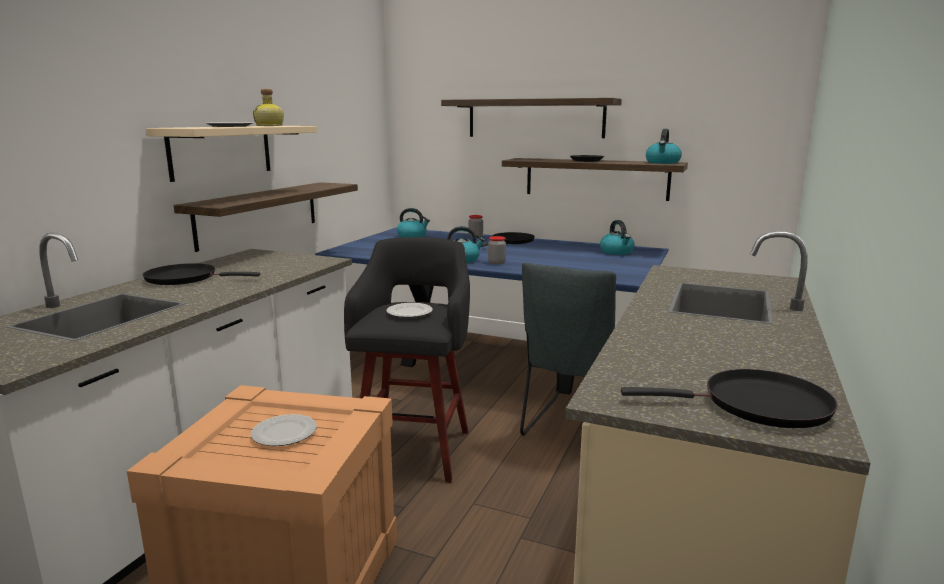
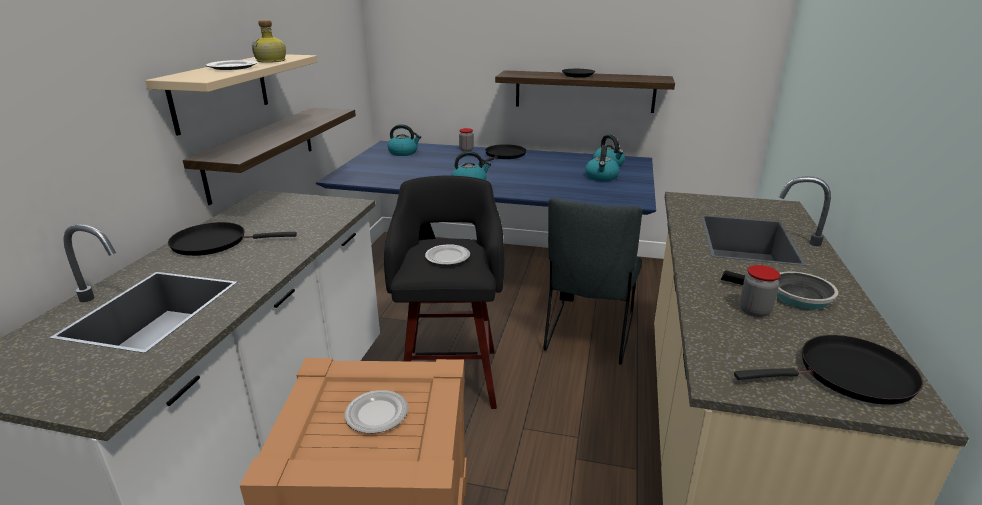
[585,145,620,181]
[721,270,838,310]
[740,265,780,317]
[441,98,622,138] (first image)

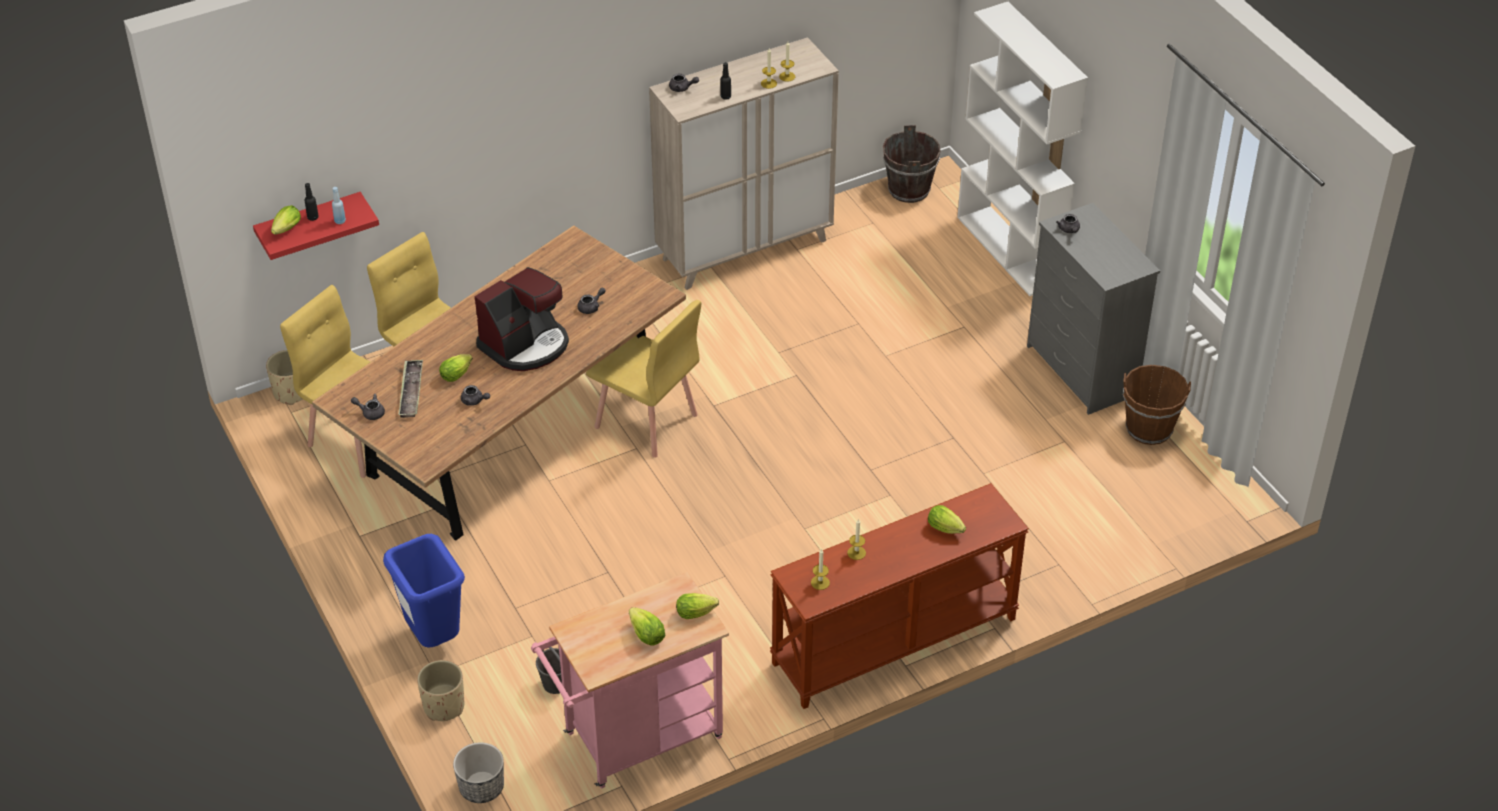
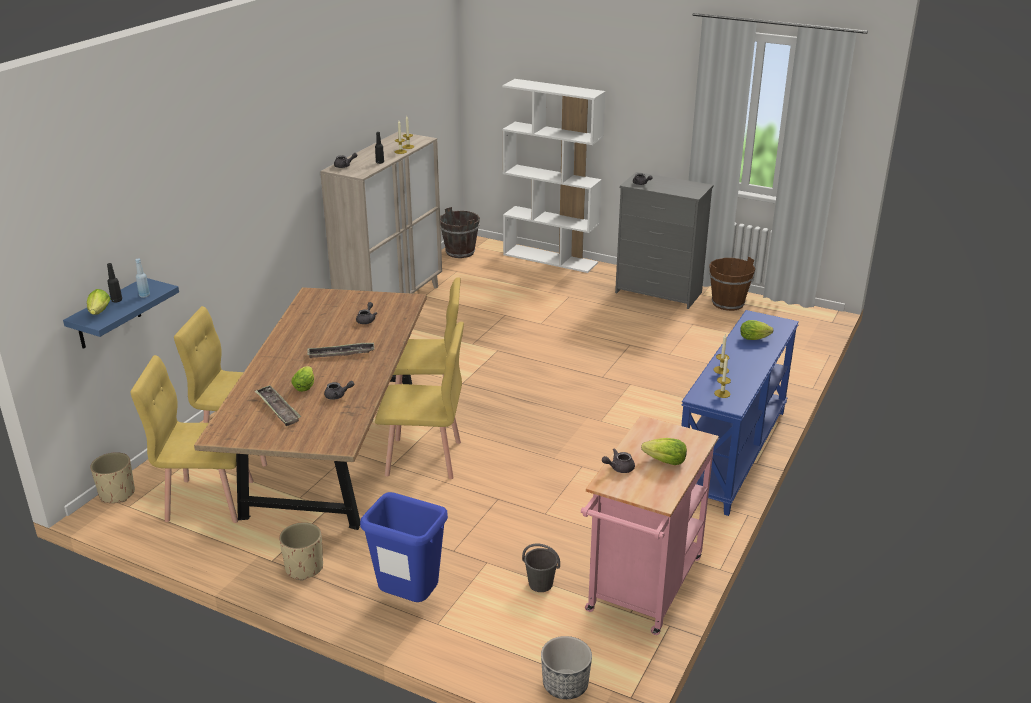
[63,278,179,349]
[279,522,323,581]
[307,342,374,358]
[375,322,464,479]
[602,448,635,473]
[681,310,799,516]
[676,593,719,619] (first image)

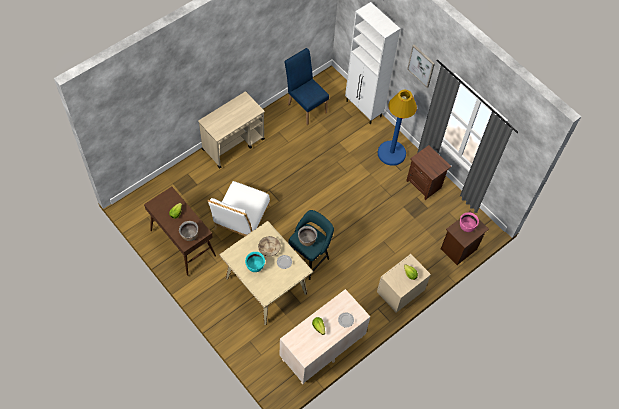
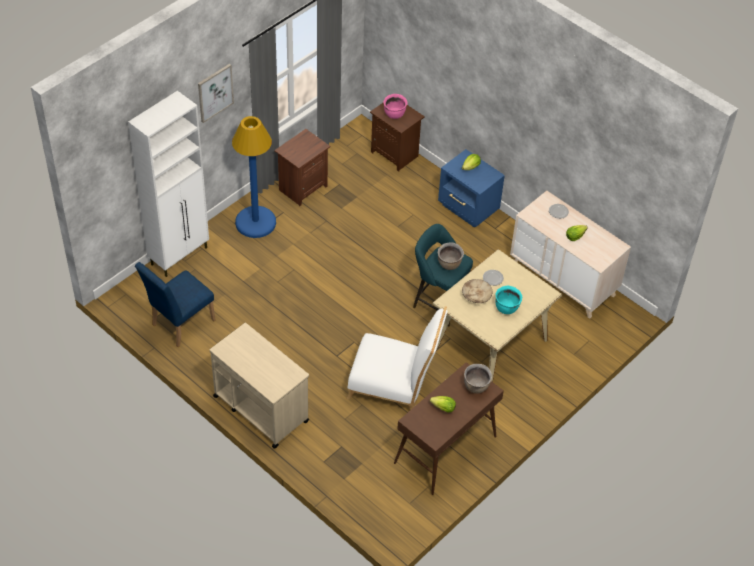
[438,149,505,227]

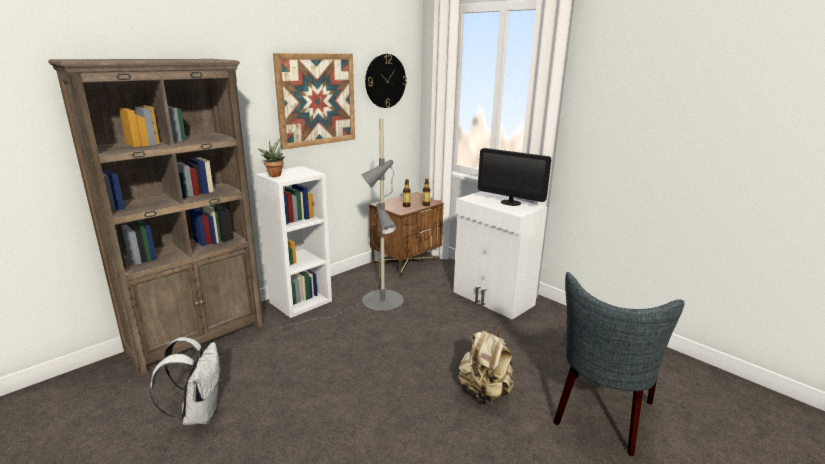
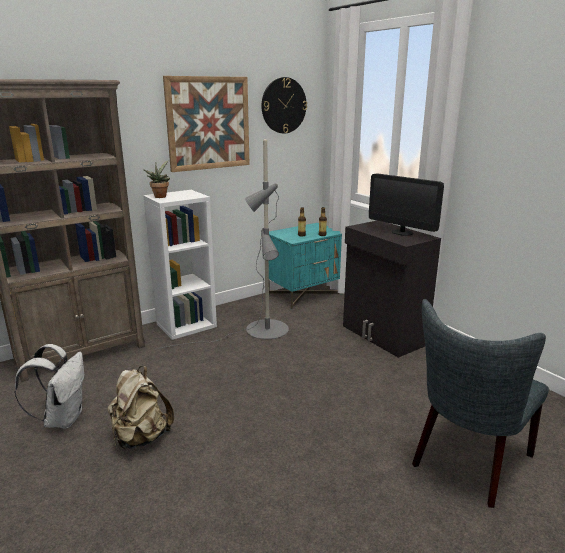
[107,366,174,450]
[269,223,343,309]
[343,221,441,358]

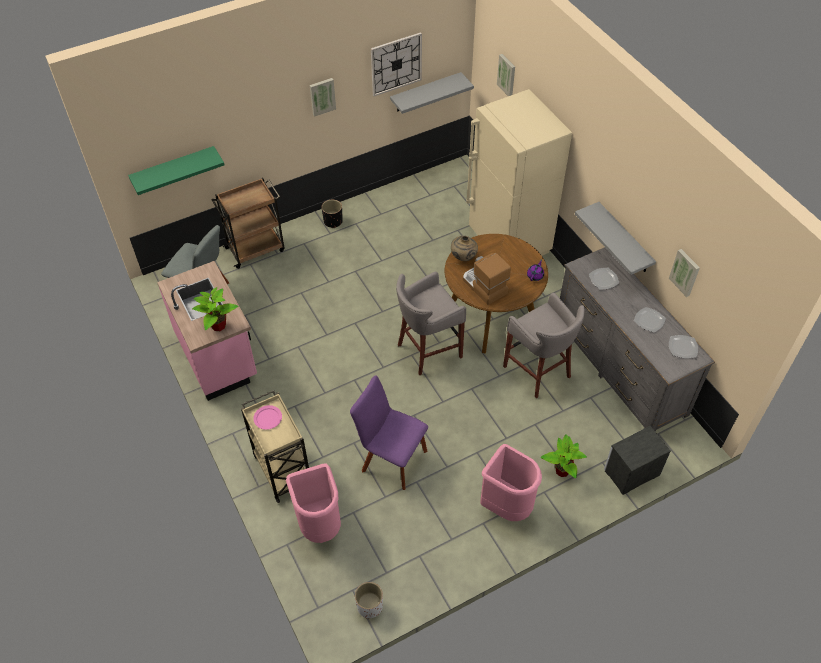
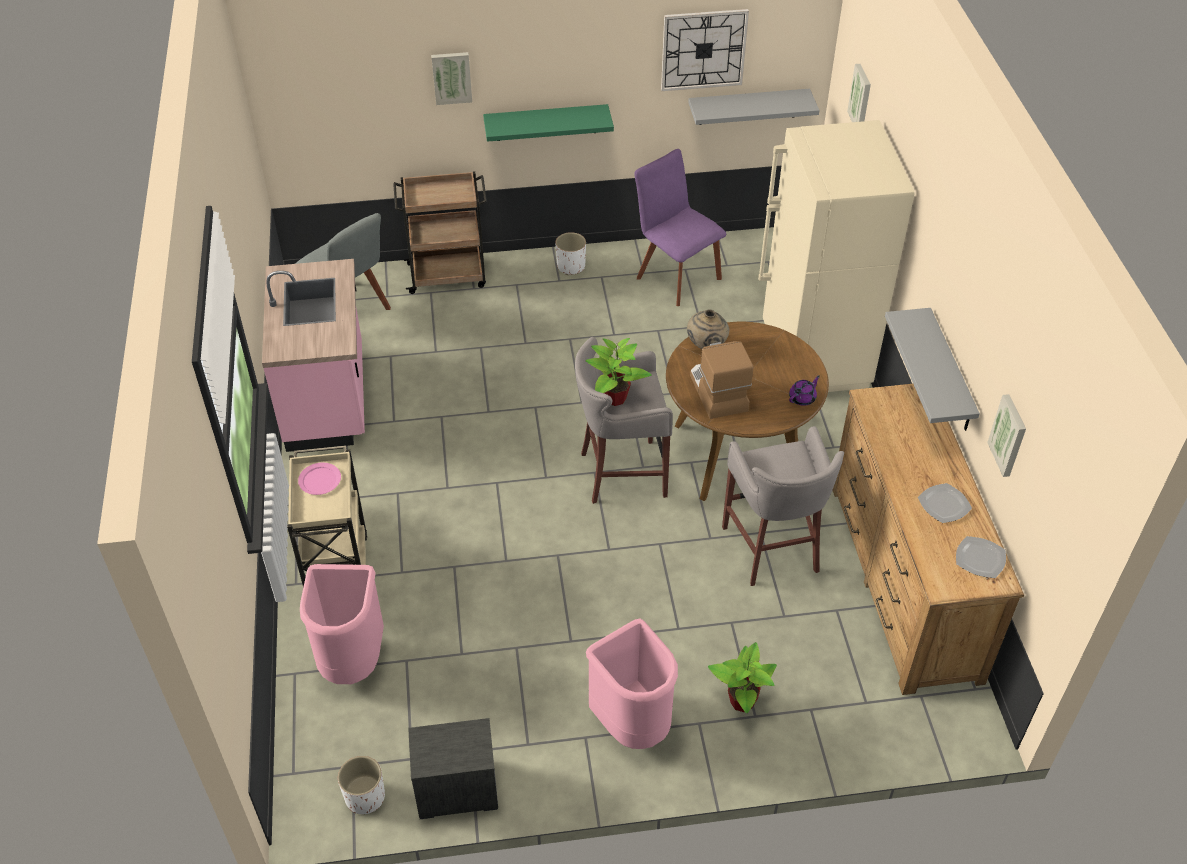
[408,718,498,819]
[431,52,472,105]
[483,104,614,142]
[555,232,586,275]
[585,338,652,406]
[634,149,726,306]
[832,384,1024,695]
[589,268,619,290] (first image)

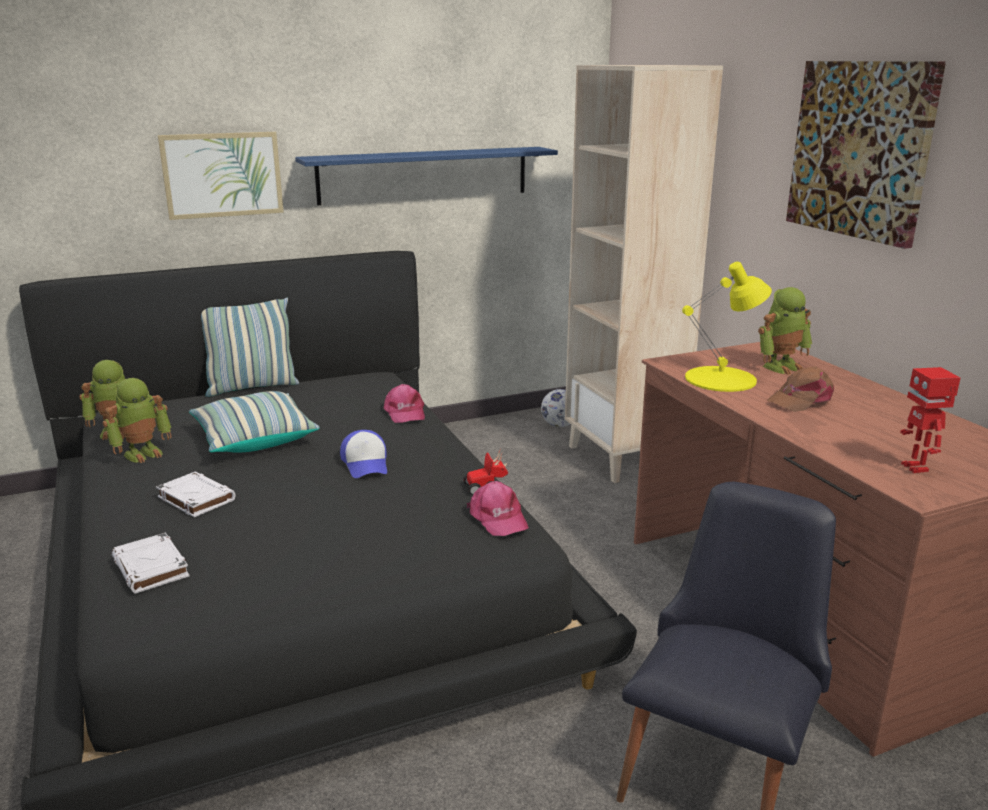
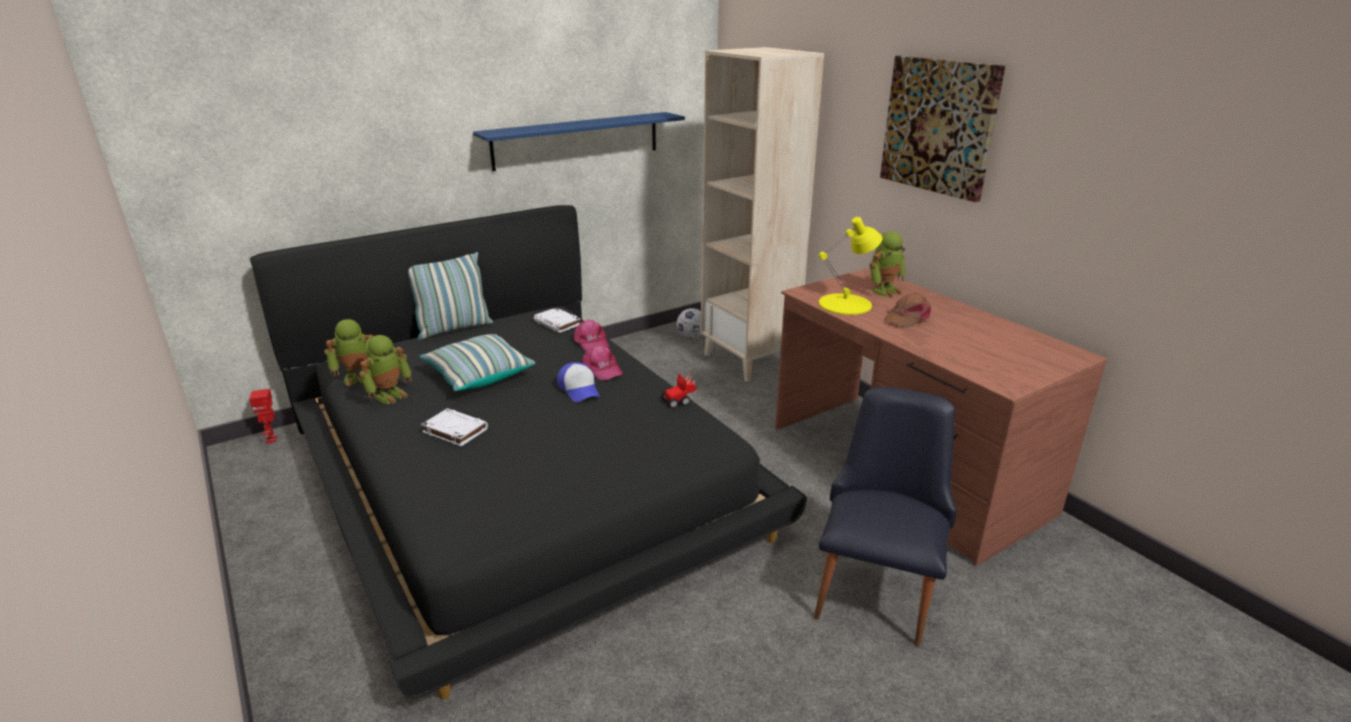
[249,389,277,444]
[533,308,581,333]
[580,345,623,380]
[158,132,284,220] (first image)

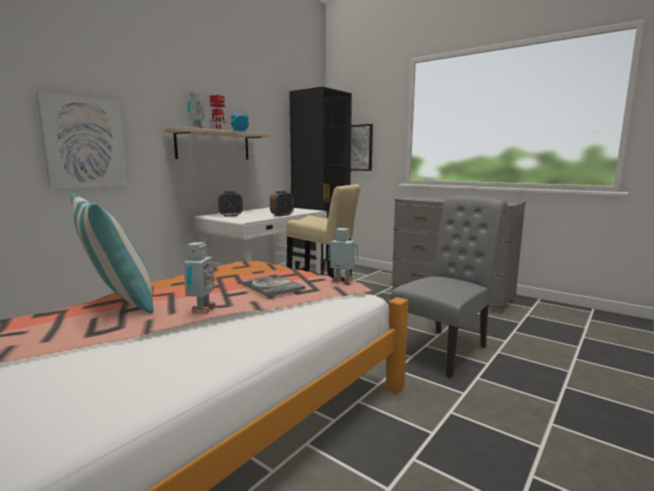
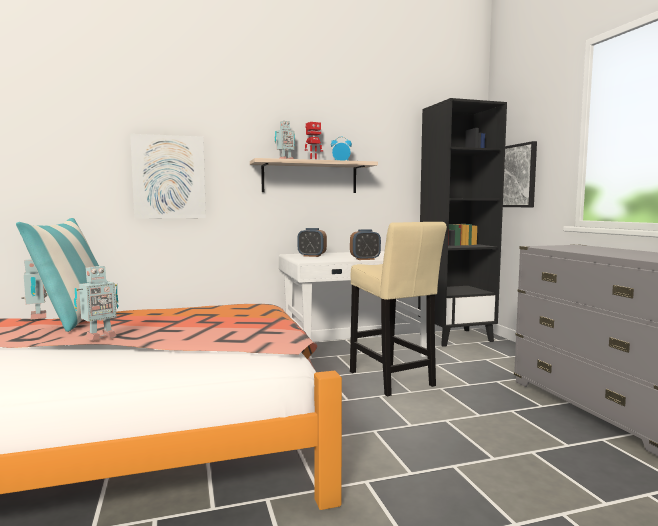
[21,259,47,319]
[241,275,305,297] (first image)
[391,195,508,378] (first image)

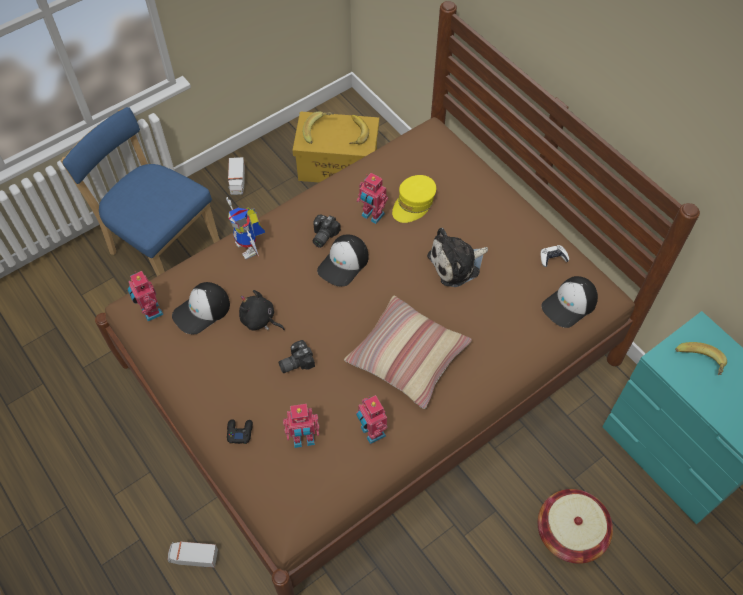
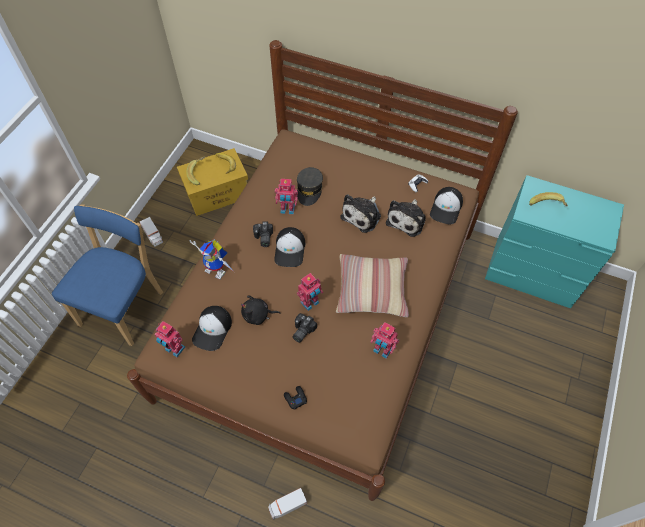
[52,205,163,346]
[297,167,323,206]
[297,273,323,311]
[386,199,426,237]
[538,489,613,564] (first image)

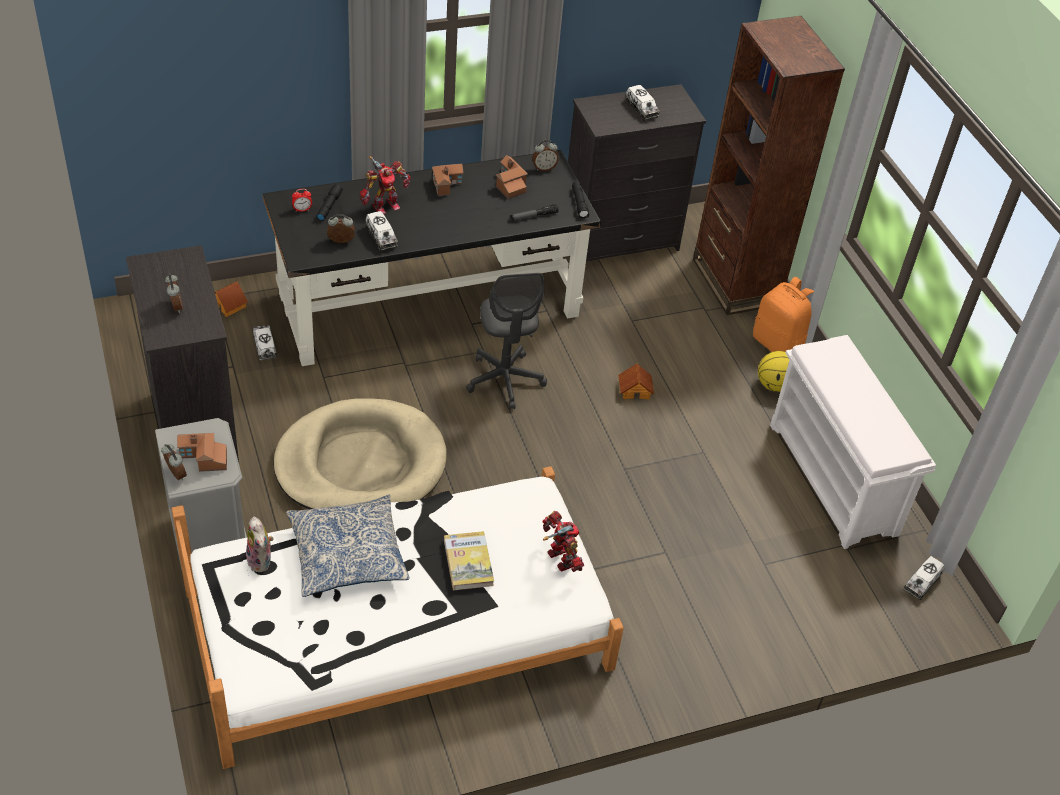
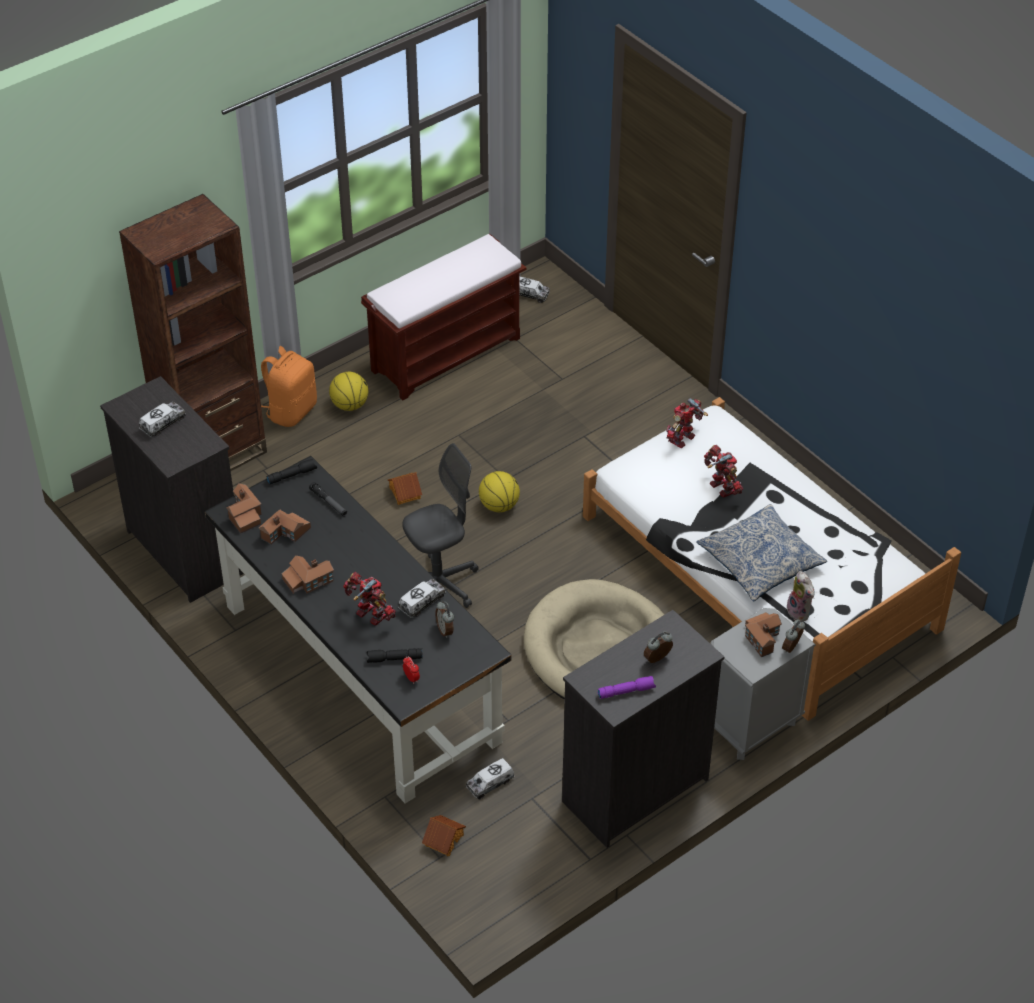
[226,483,262,533]
[361,234,526,400]
[479,471,520,512]
[597,676,656,699]
[704,445,743,497]
[784,571,815,621]

